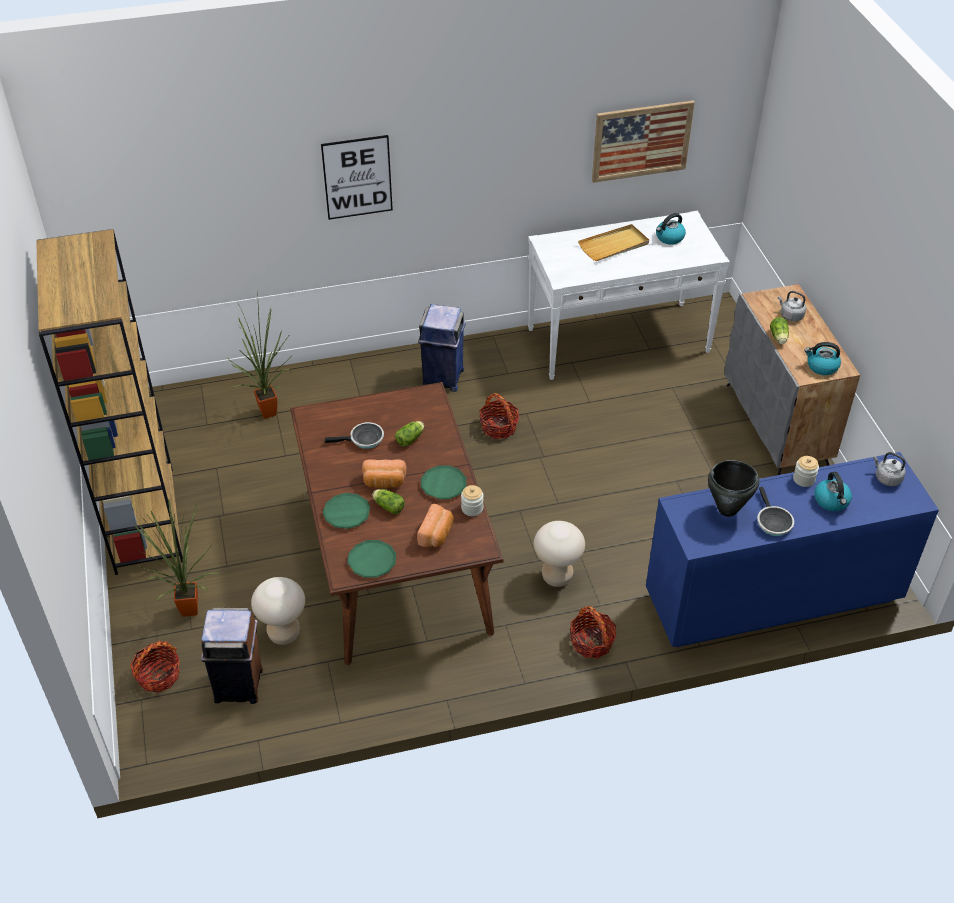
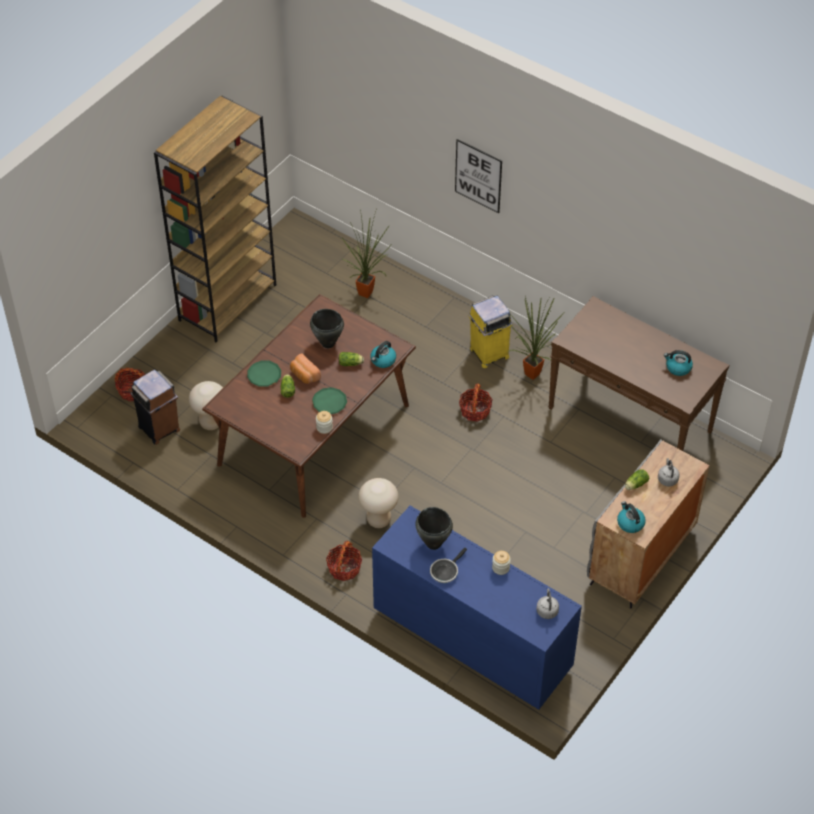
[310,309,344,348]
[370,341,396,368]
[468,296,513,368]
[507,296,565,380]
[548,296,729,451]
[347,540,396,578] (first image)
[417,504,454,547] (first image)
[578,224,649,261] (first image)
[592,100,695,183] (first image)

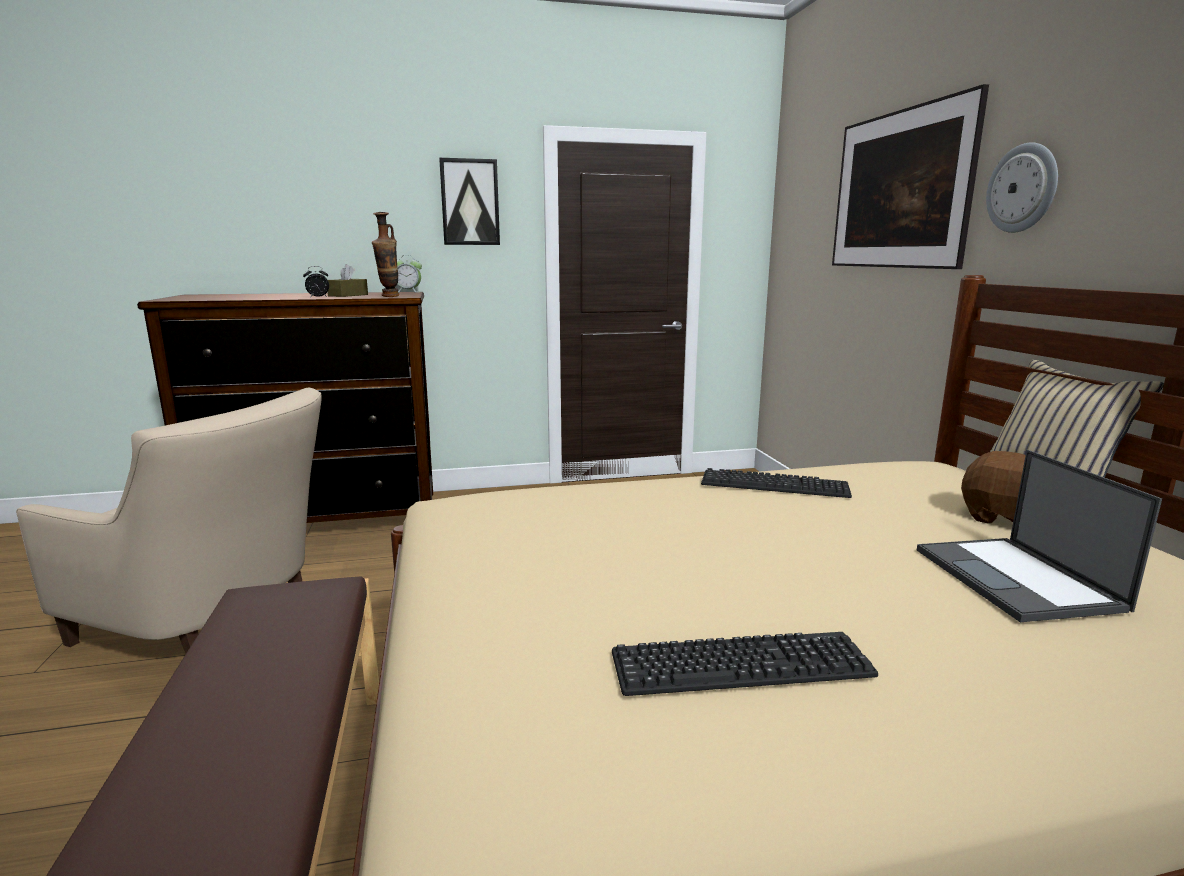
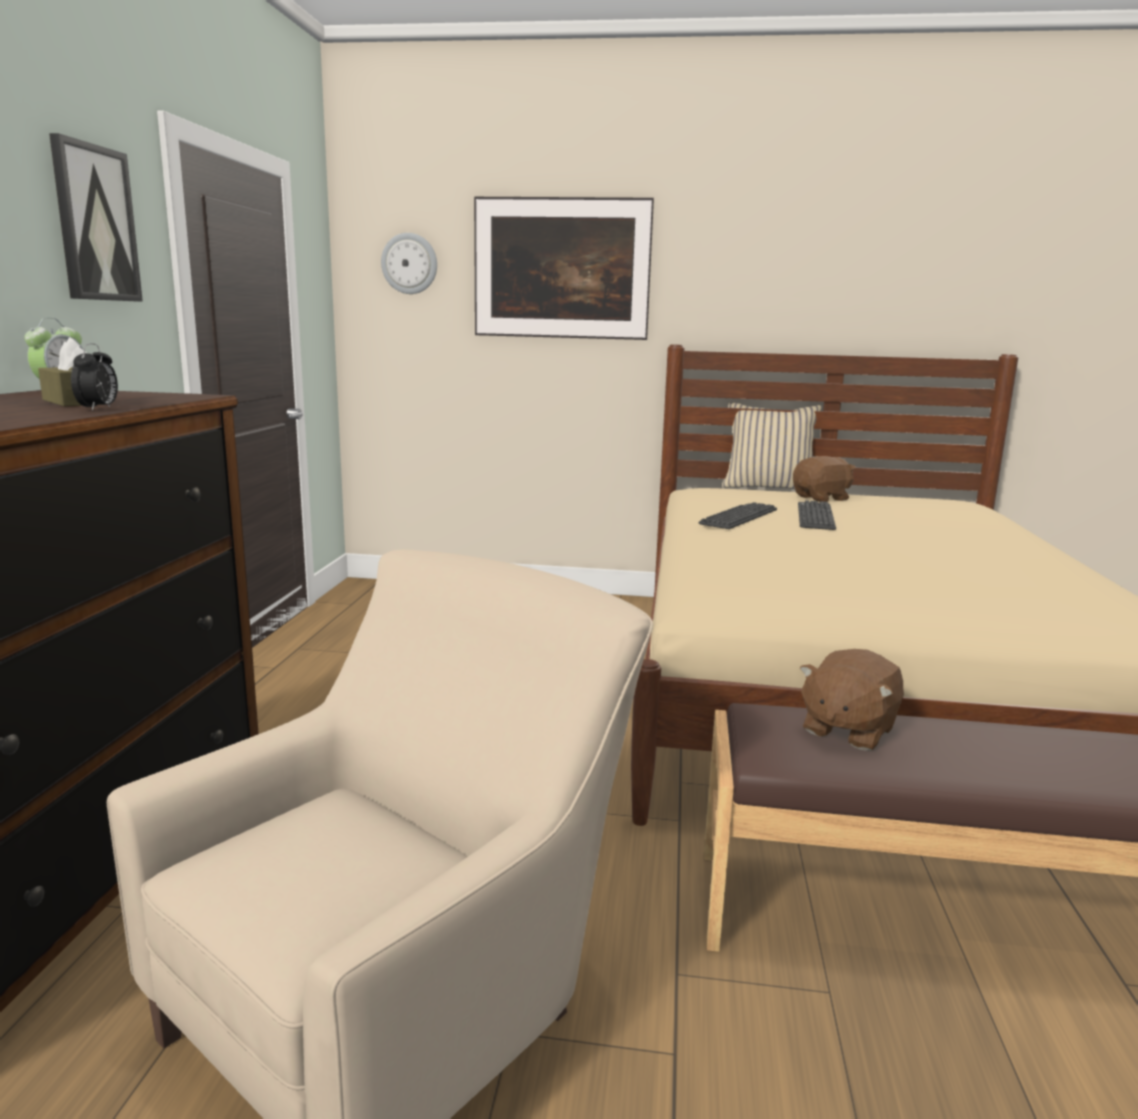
[381,233,437,294]
[798,500,836,530]
[800,649,904,750]
[372,212,399,297] (first image)
[917,450,1162,622] (first image)

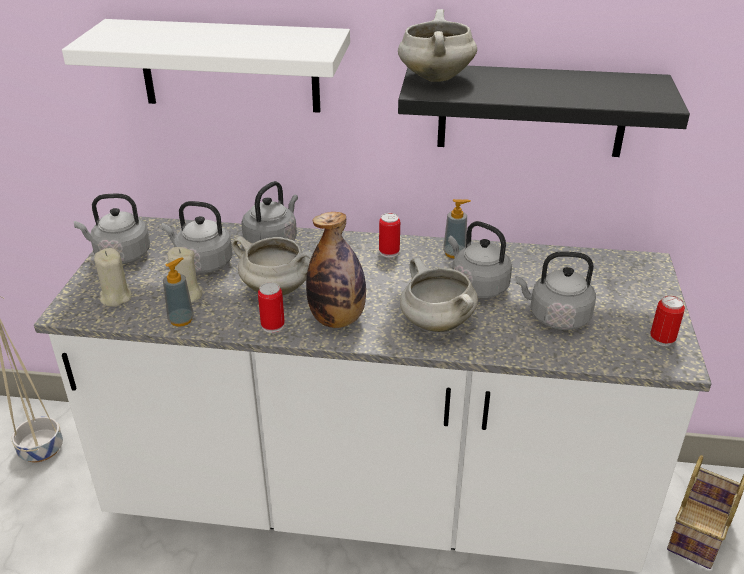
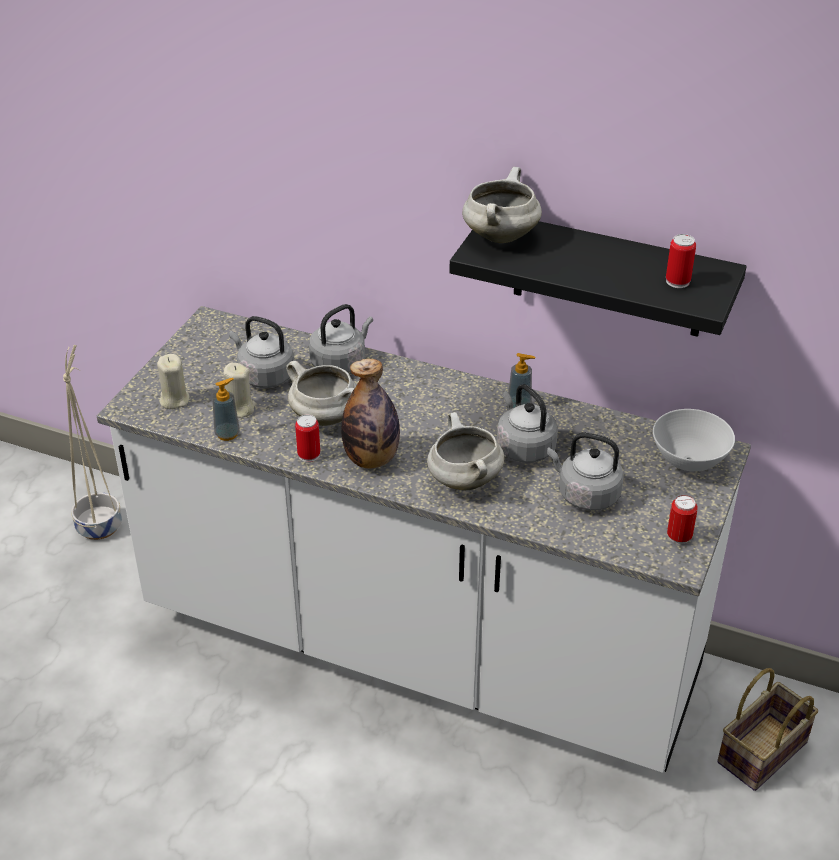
[653,409,735,472]
[666,234,696,288]
[62,19,350,113] (first image)
[74,194,150,264] (first image)

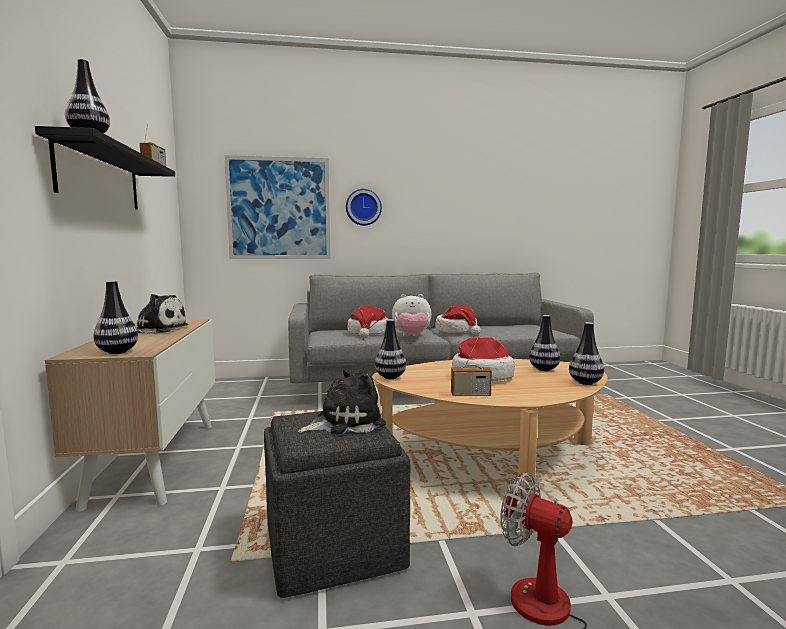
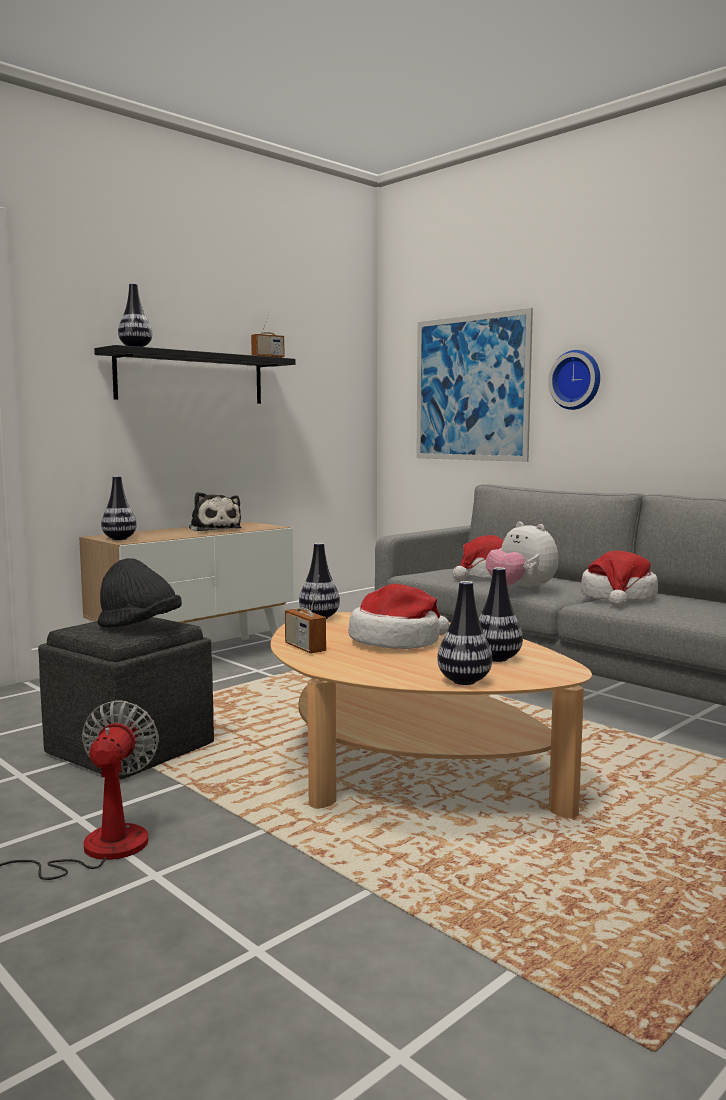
[97,558,182,628]

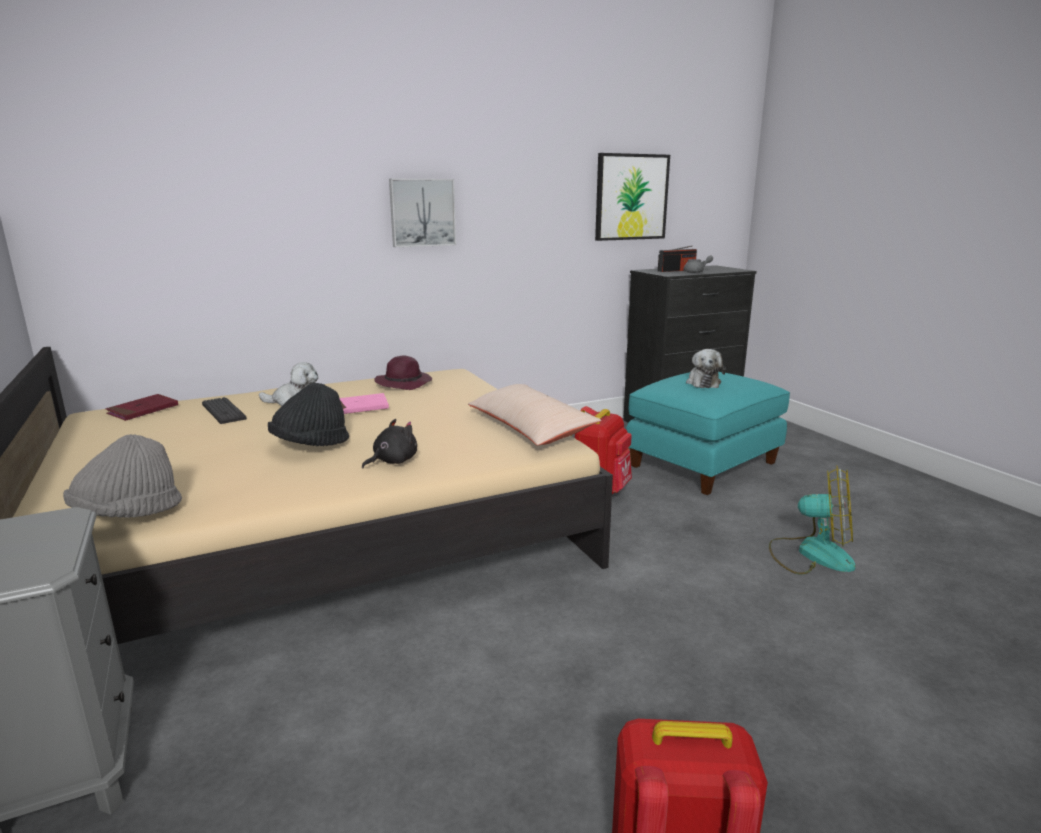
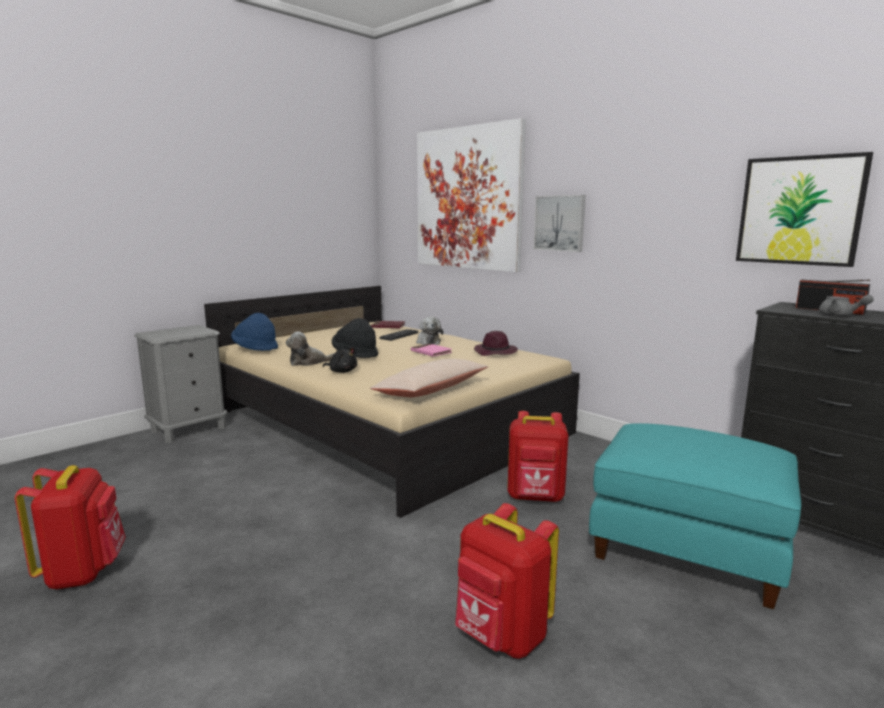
[231,313,278,351]
[286,332,335,366]
[417,118,526,272]
[455,503,559,659]

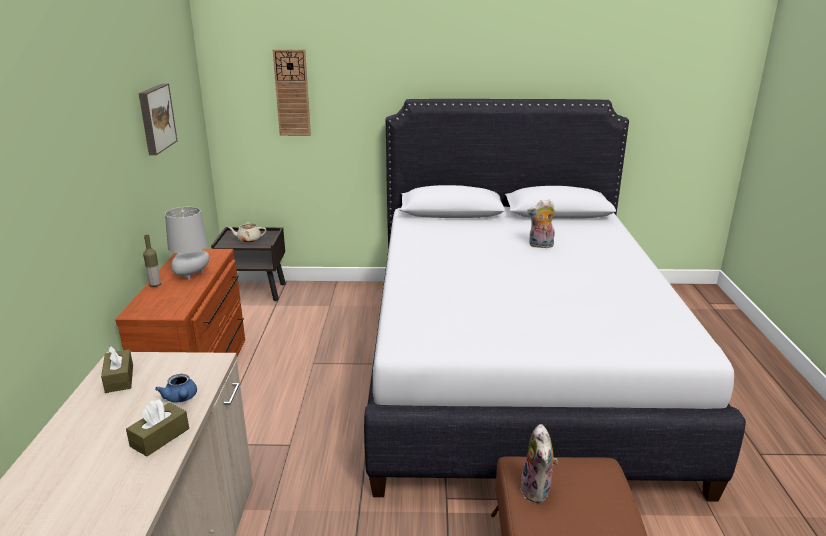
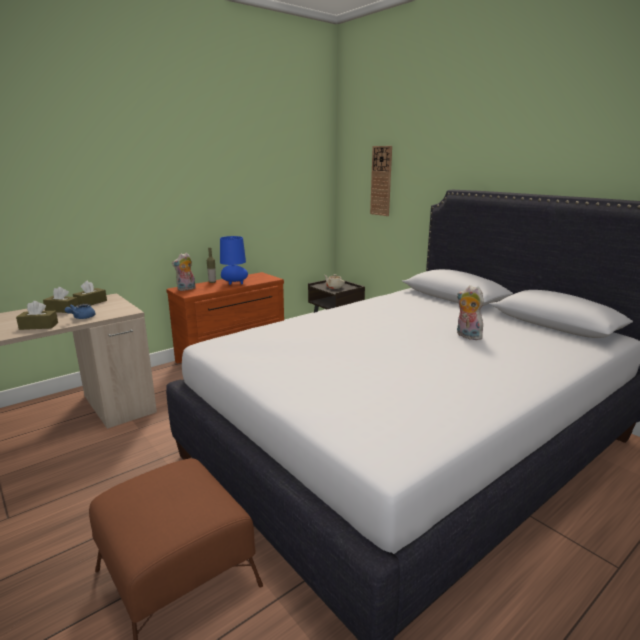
[43,287,79,313]
[172,253,196,291]
[220,236,248,285]
[139,84,177,155] (first image)

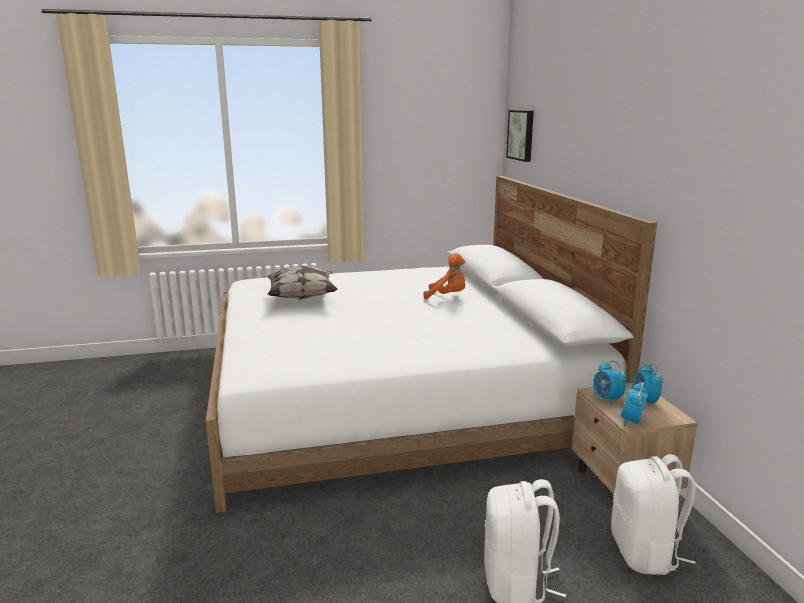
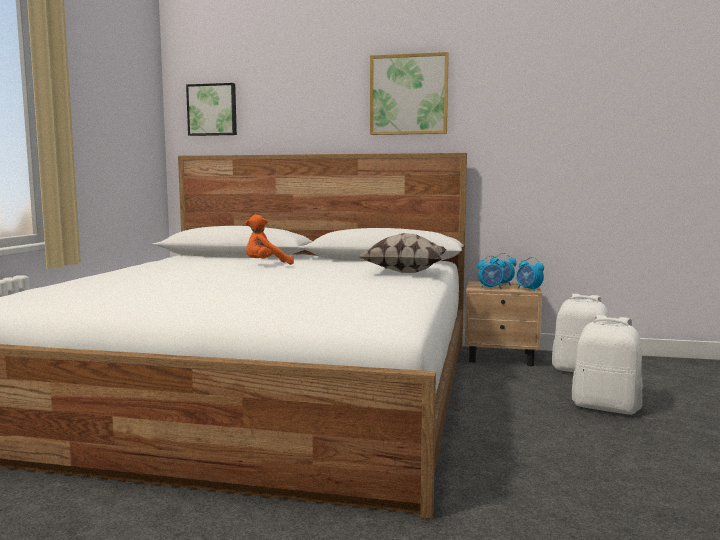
[245,214,294,265]
[358,233,446,273]
[370,52,449,135]

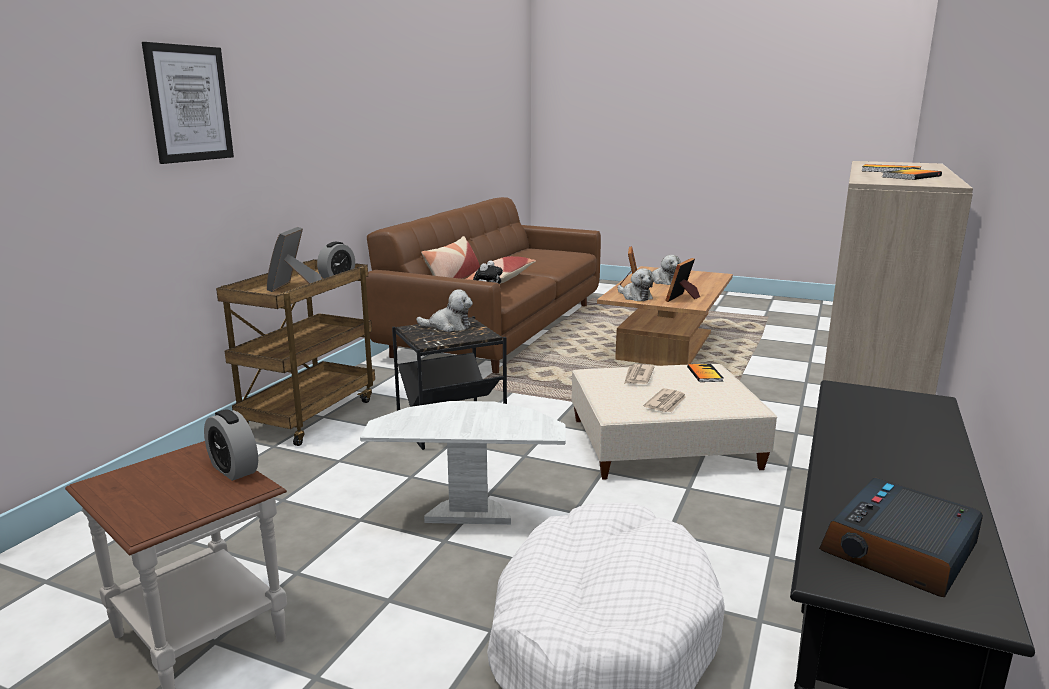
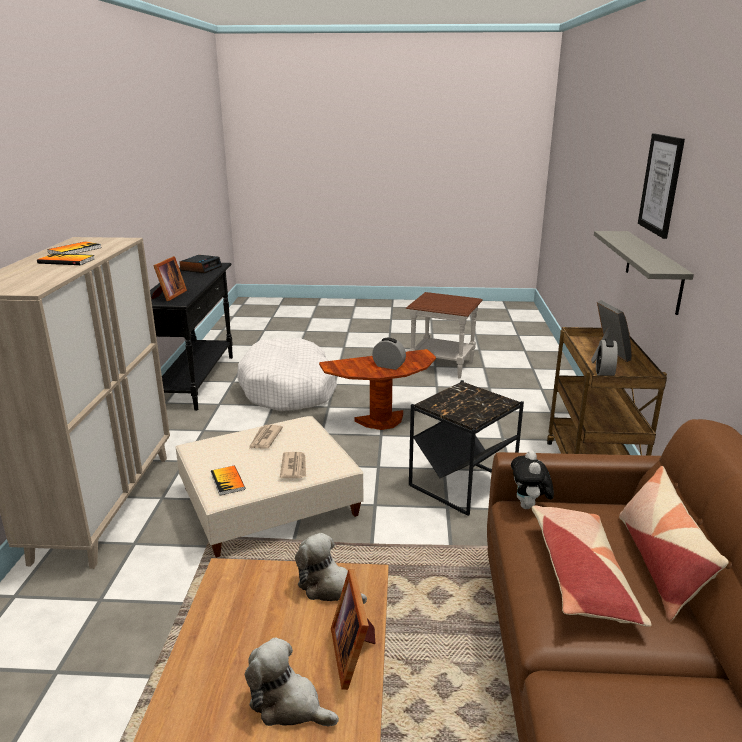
[151,256,187,301]
[319,349,436,430]
[372,338,406,370]
[594,231,694,315]
[416,289,473,332] (first image)

